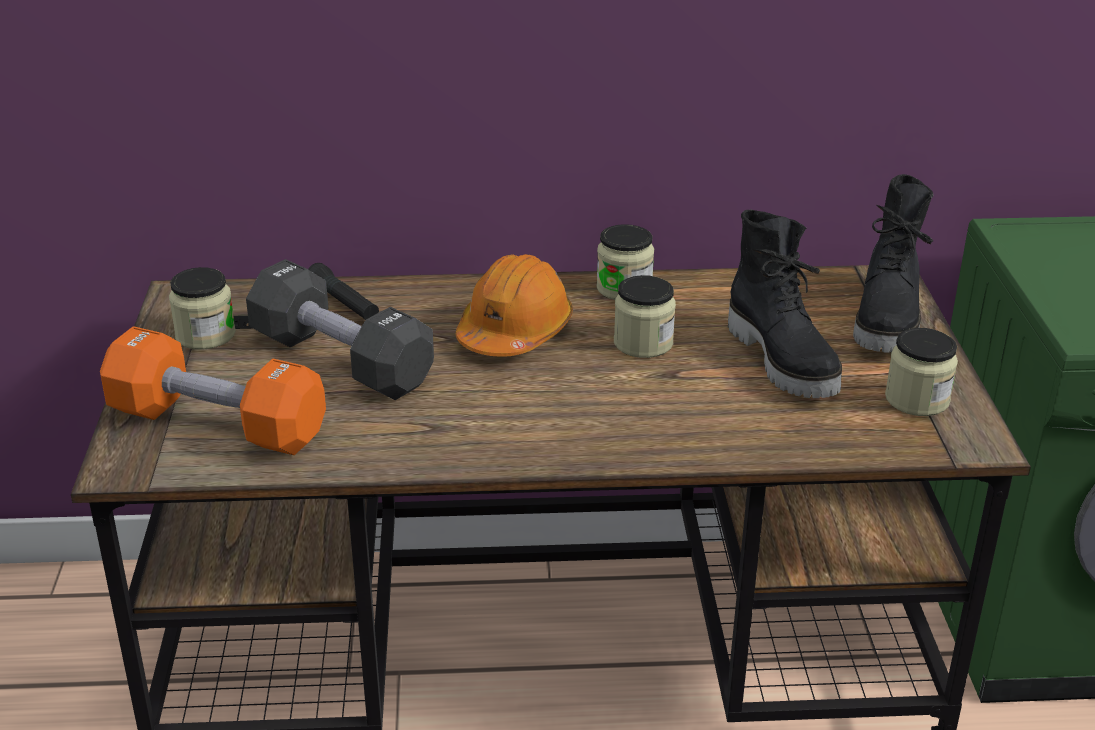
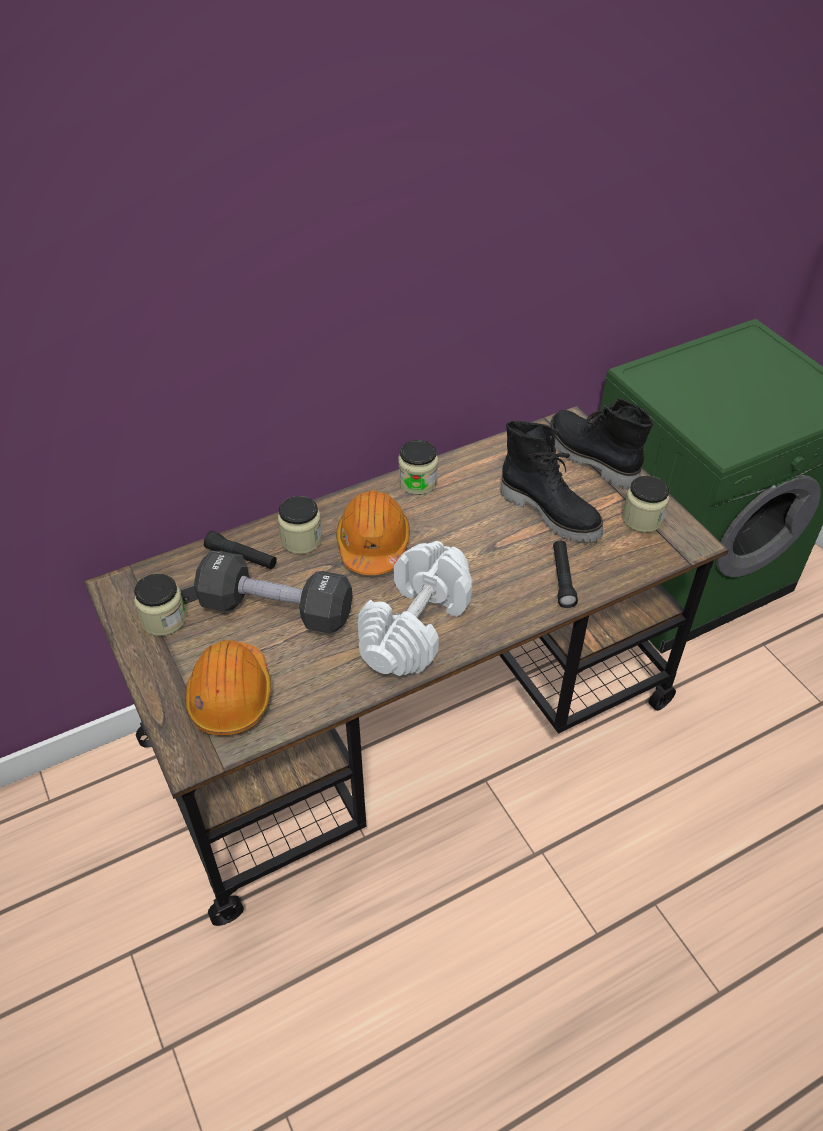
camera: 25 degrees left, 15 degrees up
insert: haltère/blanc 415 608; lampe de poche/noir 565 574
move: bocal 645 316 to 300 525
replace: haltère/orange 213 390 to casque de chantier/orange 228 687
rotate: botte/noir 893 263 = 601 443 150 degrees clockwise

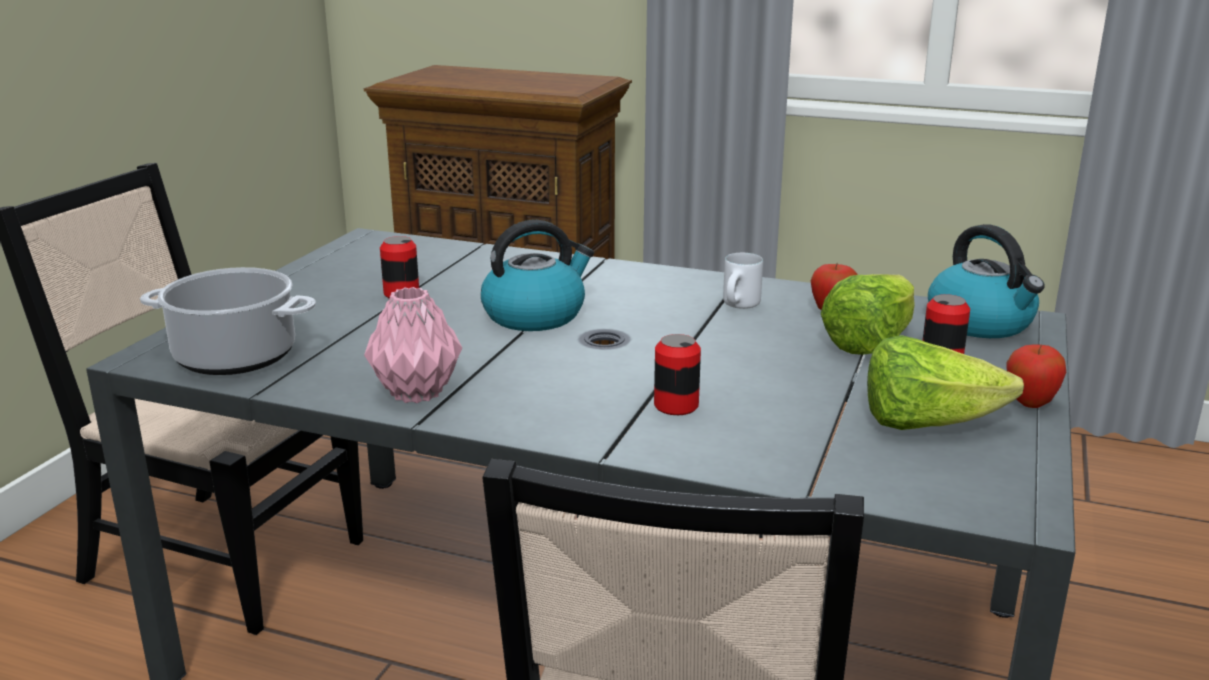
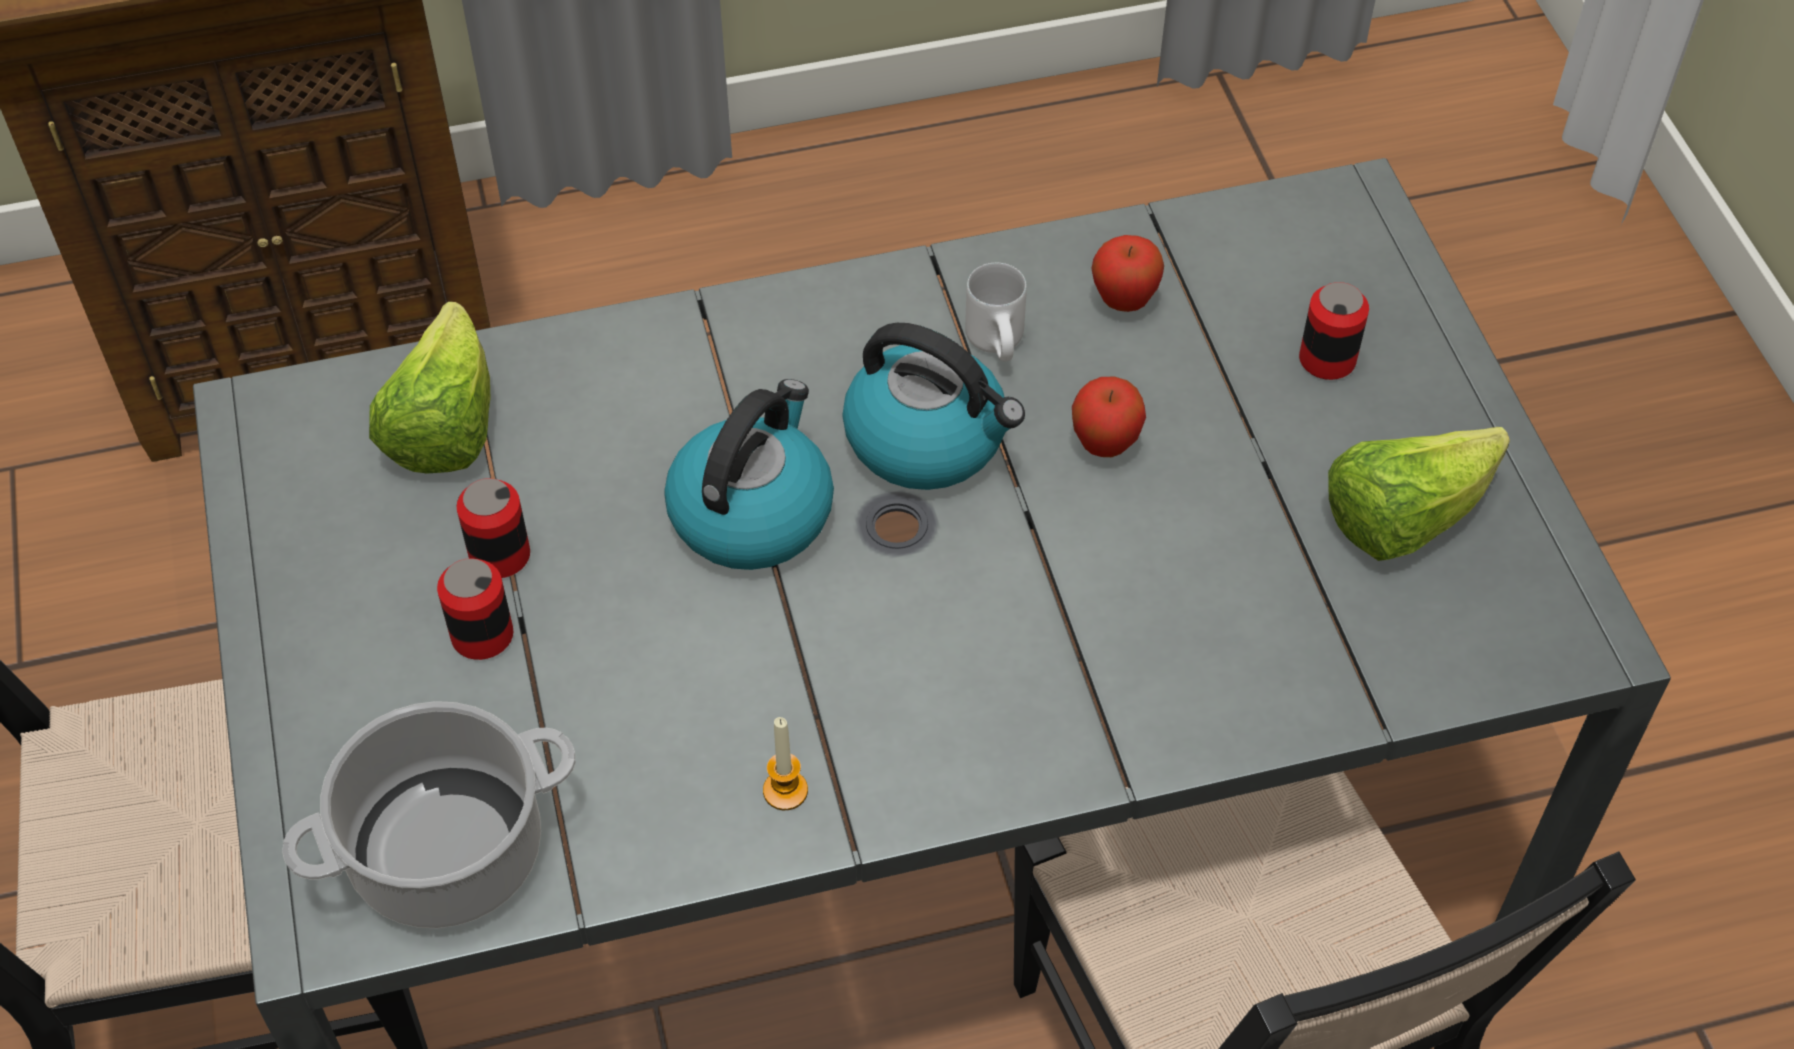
camera: 35 degrees left, 30 degrees up
move: boîte métallique 677 374 to 475 609; laitue 868 314 to 429 388; bouilloire 986 281 to 933 406; pomme 1036 376 to 1109 417
replace: vase/rose 413 345 to bougie 785 763

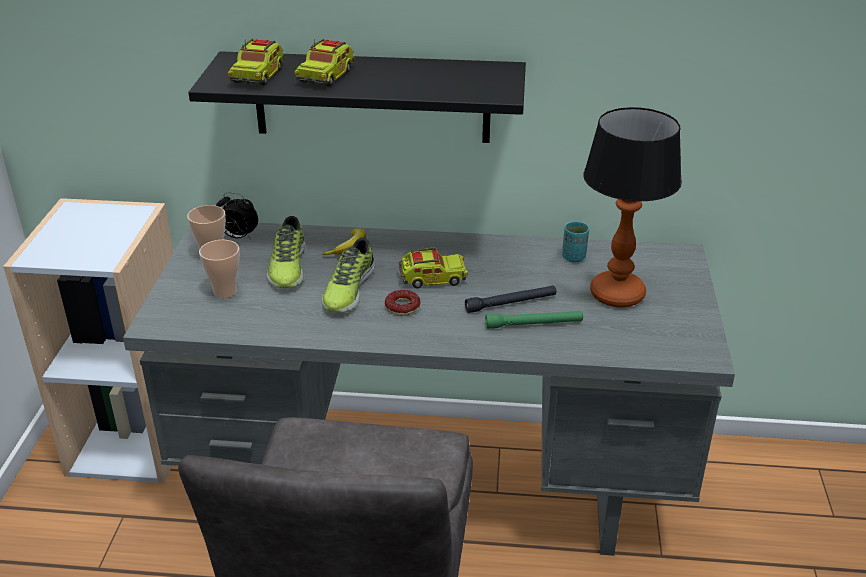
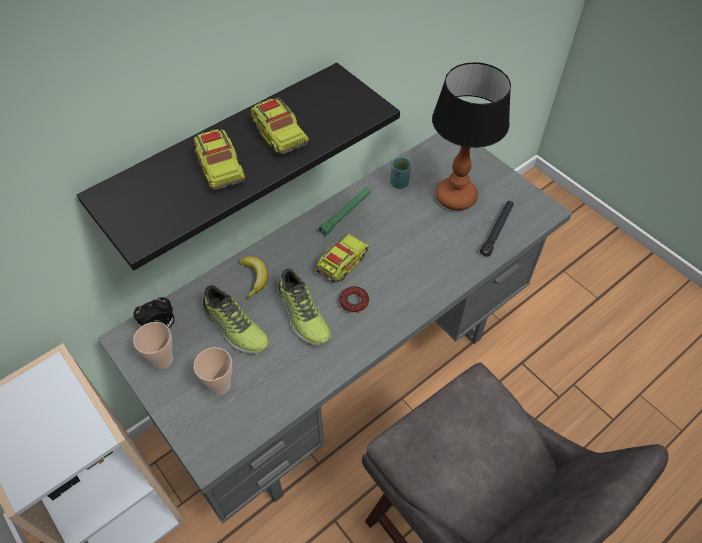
camera: 45 degrees left, 20 degrees up
move: camion jouet 256 62 to 279 126; lampe de poche/noir 510 299 to 497 229; lampe de poche/vert 534 320 to 345 211

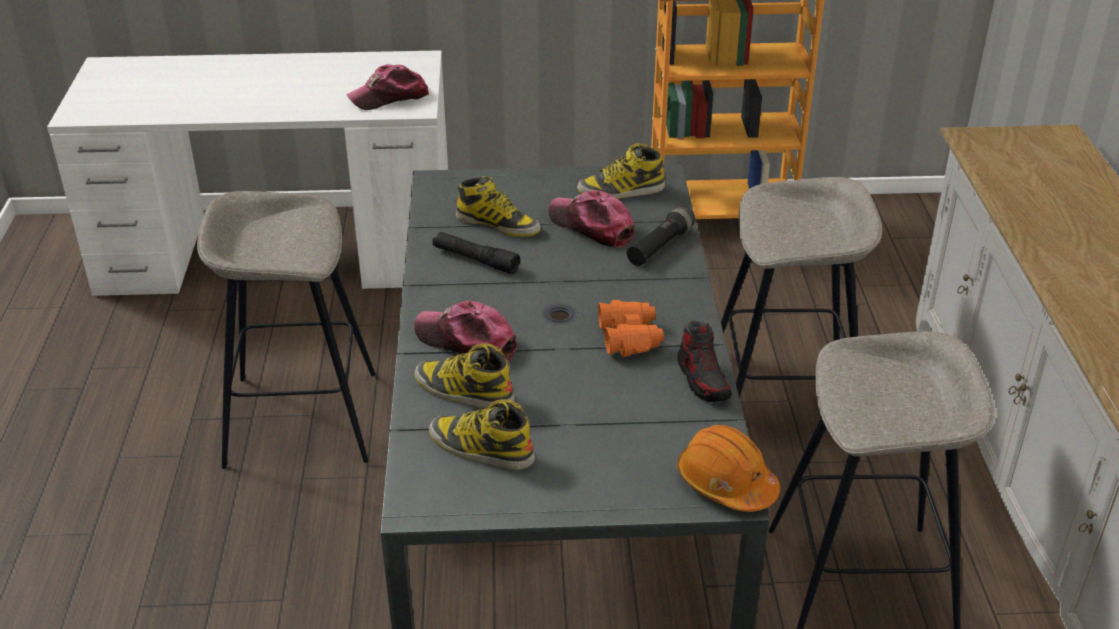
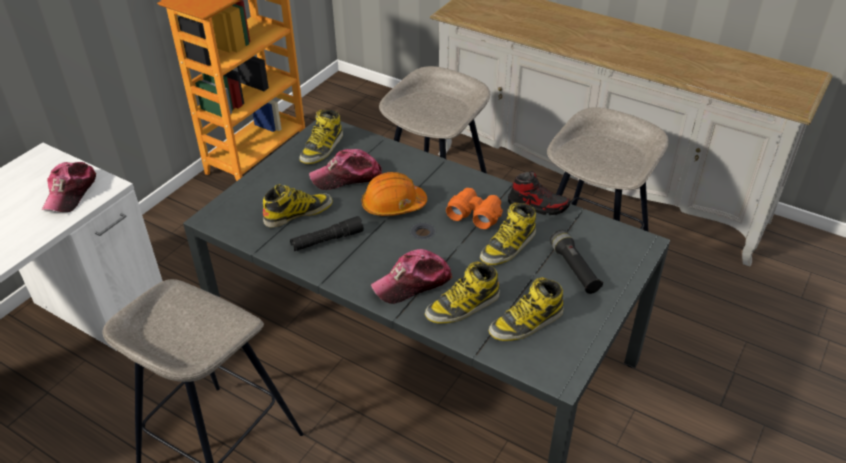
camera: 55 degrees left, 5 degrees up
insert: botte 508 233
move: lampe de poche/noir 661 236 to 576 262; casque de chantier/orange 728 468 to 394 194

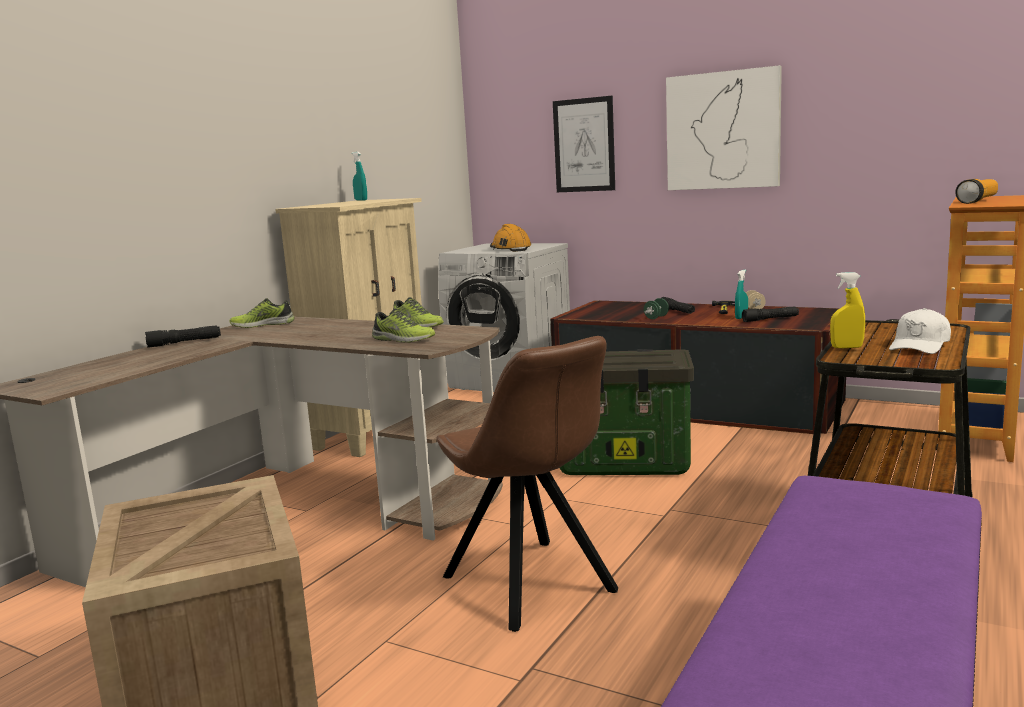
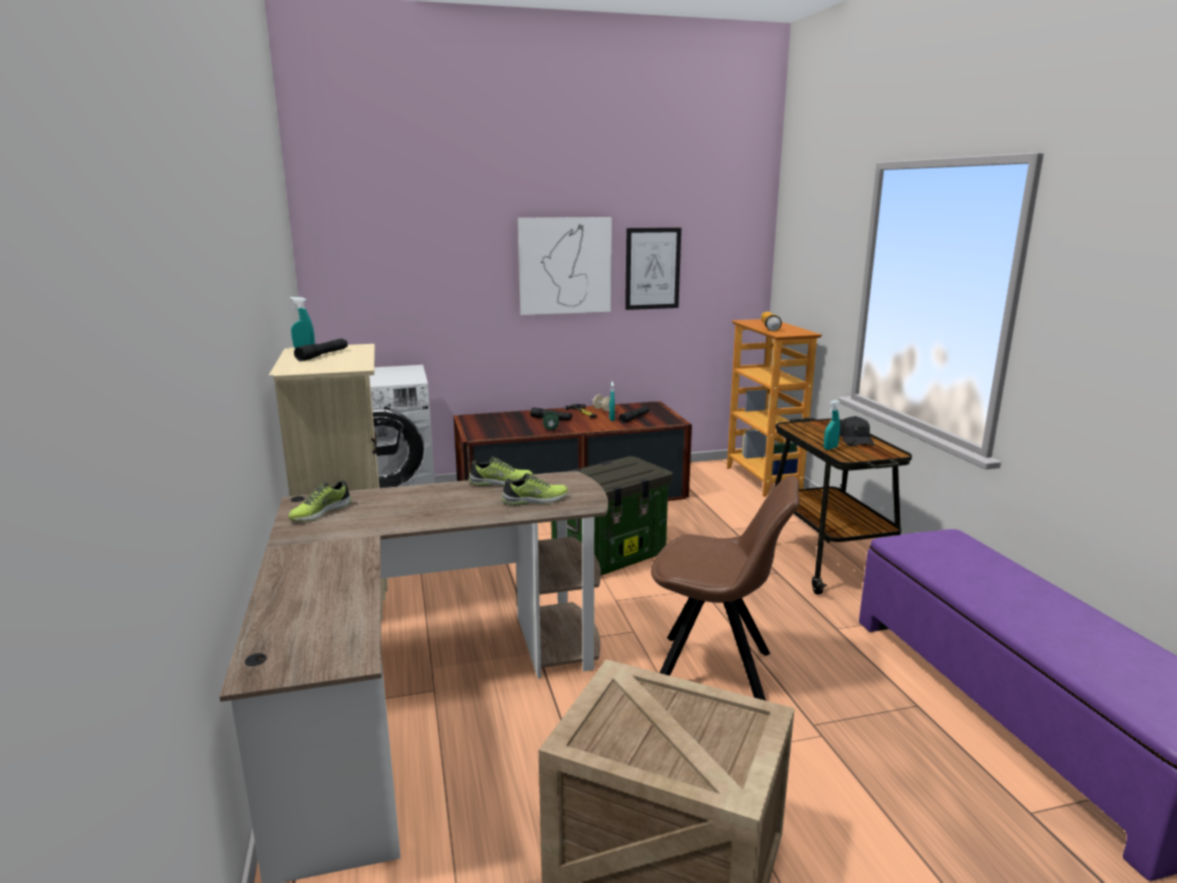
camera: 45 degrees left, 5 degrees up
delete: casque de chantier/orange 510 238
move: lampe de poche/noir 183 336 to 321 350; tableau 584 144 to 653 269
recolor: vaporisateur/jaune 847 310 to vaporisateur/turquoise 832 425; casquette/blanc 920 331 to casquette/noir 857 431

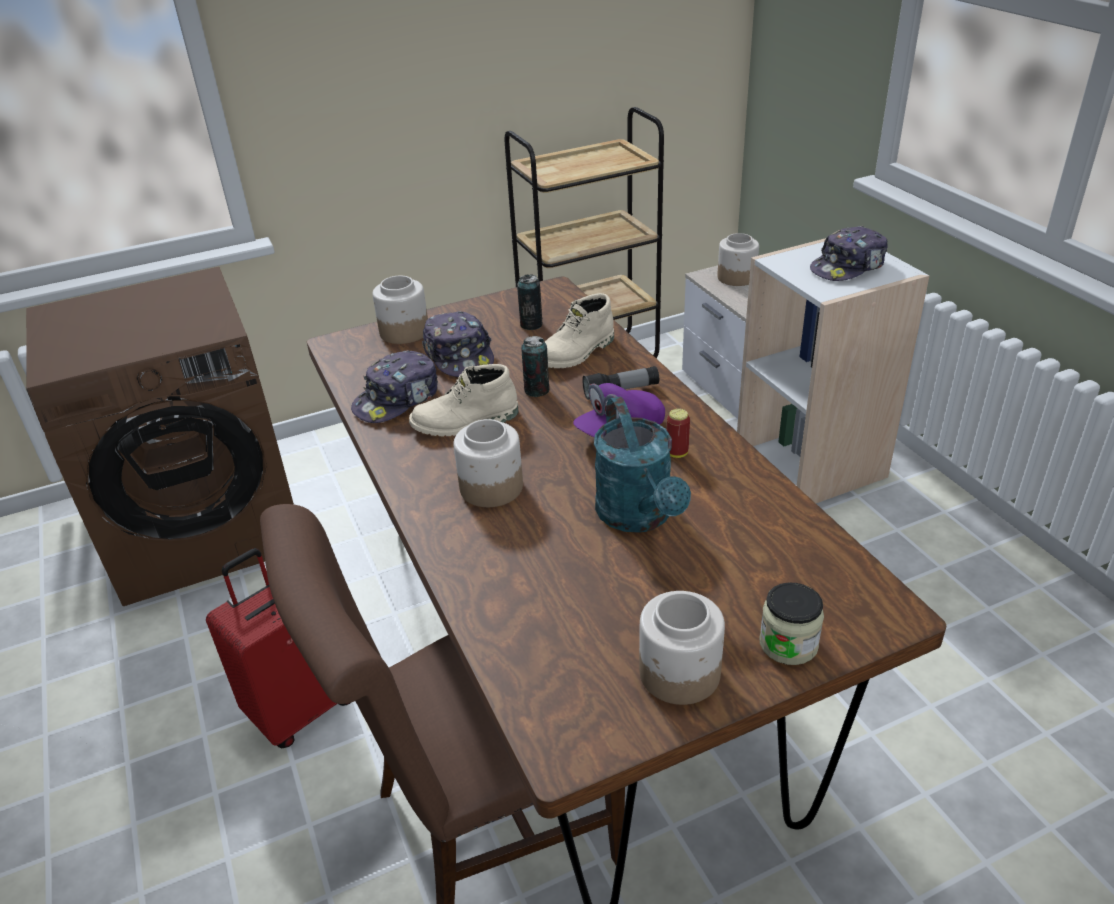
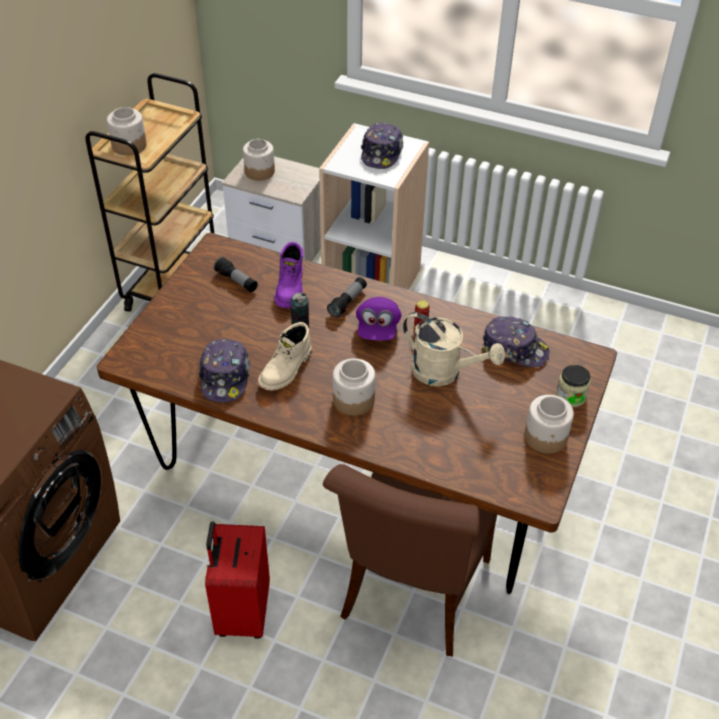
camera: 45 degrees left, 10 degrees up
move: bocal 400 310 to 127 131; casquette 458 344 to 515 341
replace: boîte métallique 530 302 to lampe de poche 236 274
recolor: botte/beige 579 330 to botte/violet 288 275; arrosoir/turquoise 642 465 to arrosoir/beige 454 349

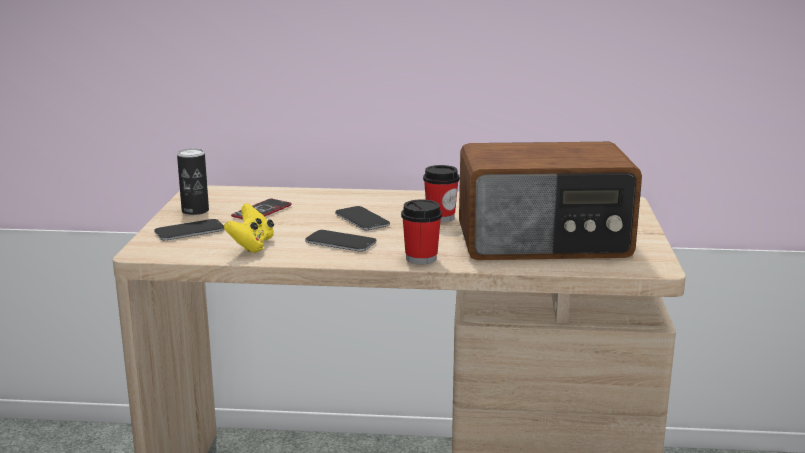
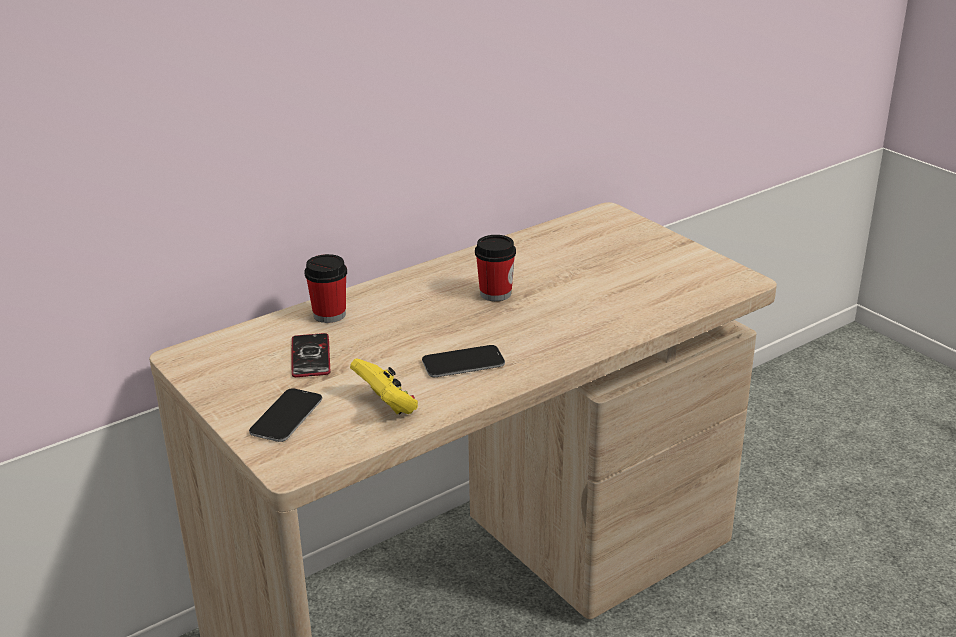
camera: 40 degrees left, 10 degrees up
delete: boîte métallique 193 181; téléphone 362 218; radio 550 201
move: tasse 421 232 to 325 288

